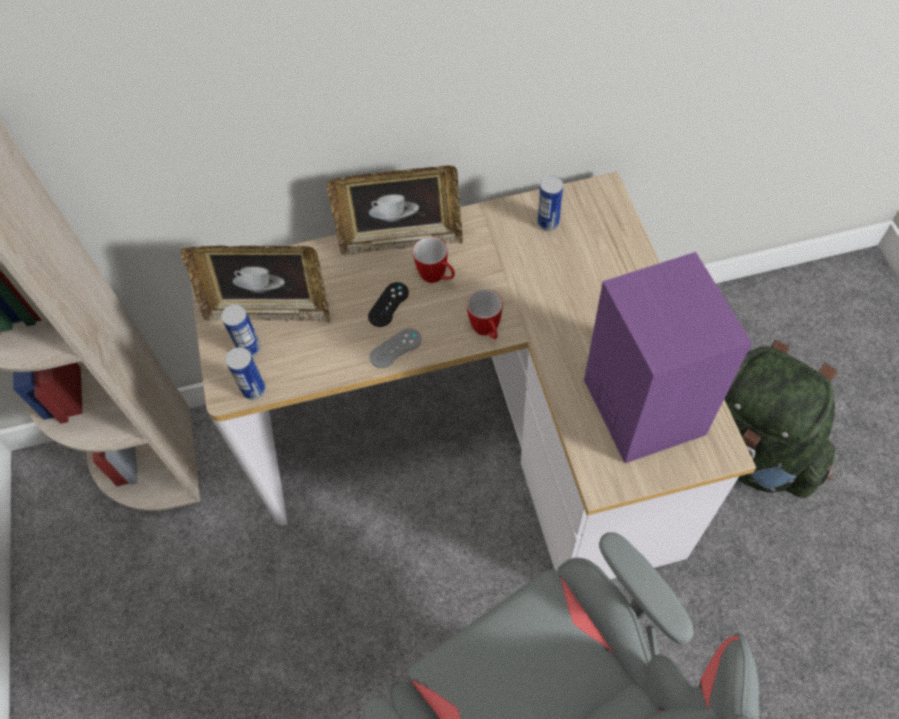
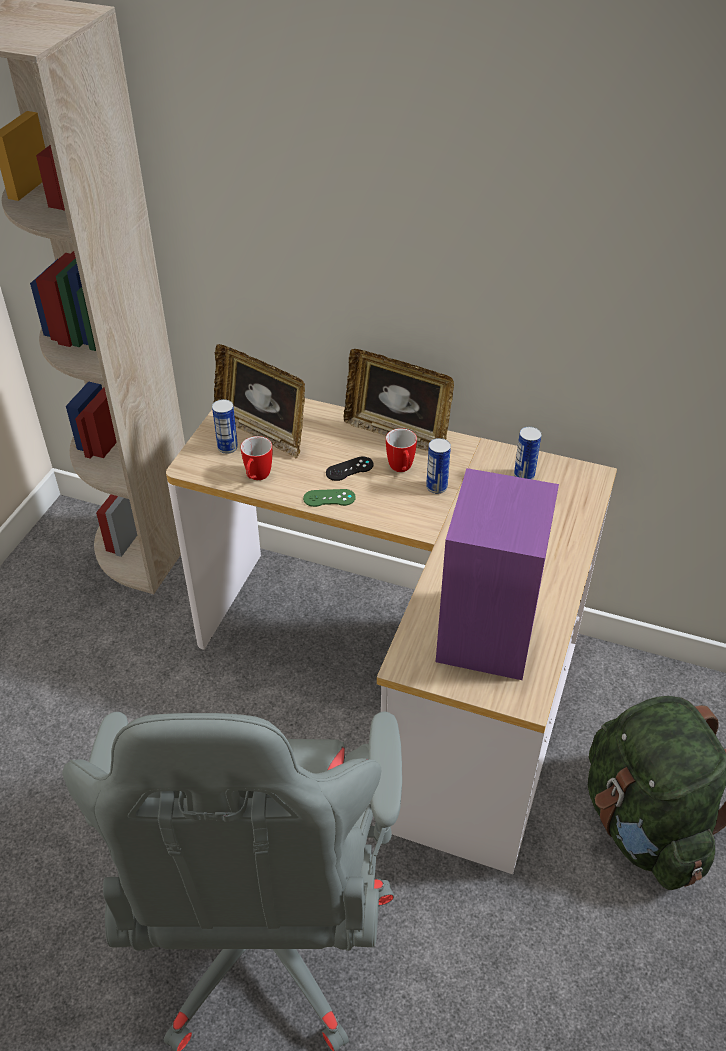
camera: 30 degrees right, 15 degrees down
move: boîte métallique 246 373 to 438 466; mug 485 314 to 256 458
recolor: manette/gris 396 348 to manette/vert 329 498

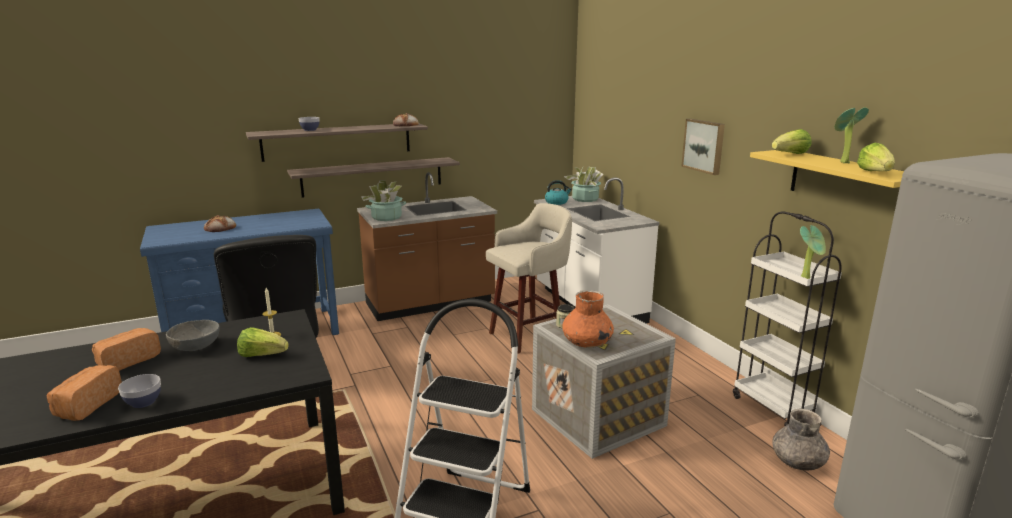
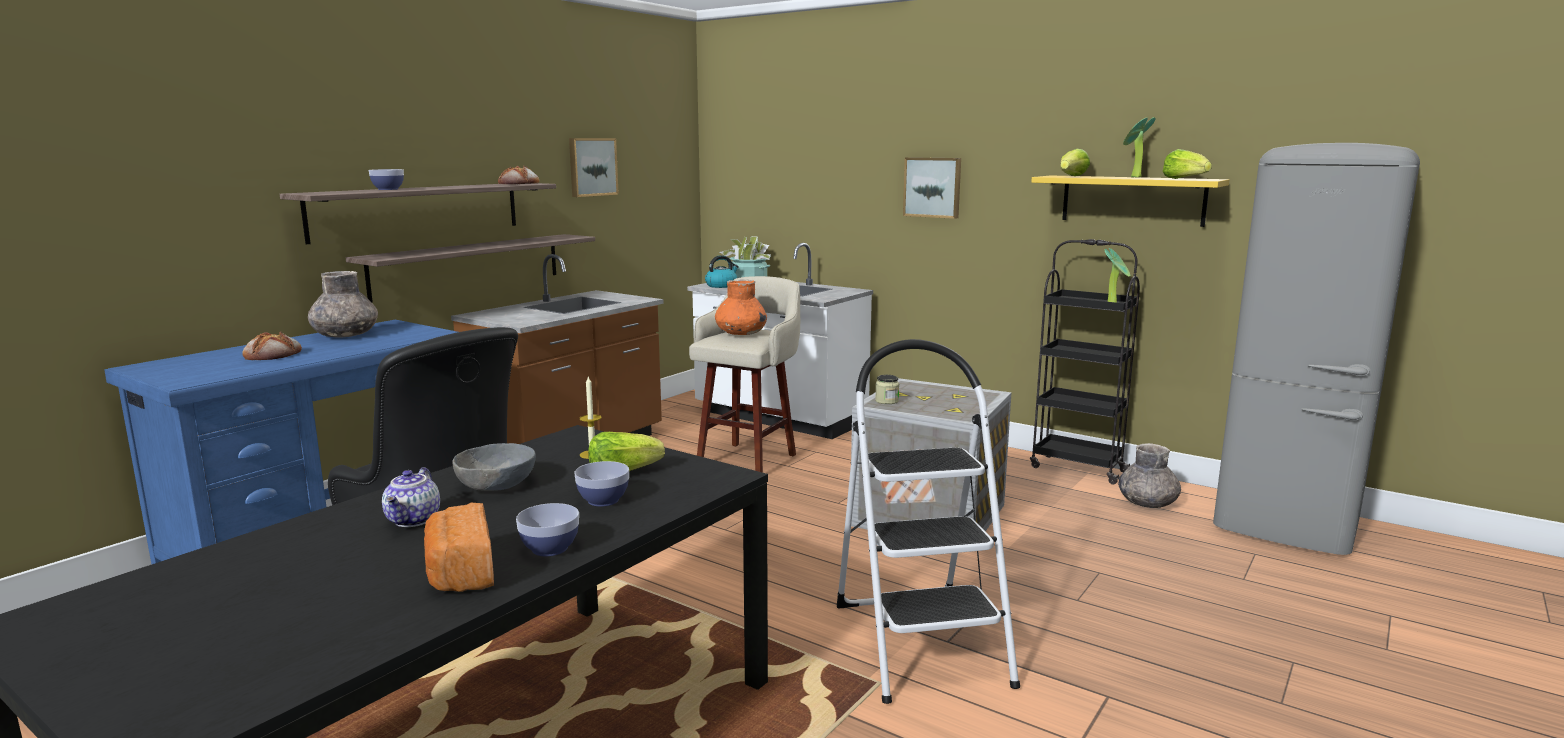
camera: 30 degrees left, 5 degrees down
delete: plante en pot 383 200
insert: vase/gris 343 304; tableau 594 167; bol 601 484
move: vase/orange 588 319 to 741 307
replace: pain 126 349 to théière 411 497
recolor: chariot/blanc 787 319 to chariot/noir 1085 361

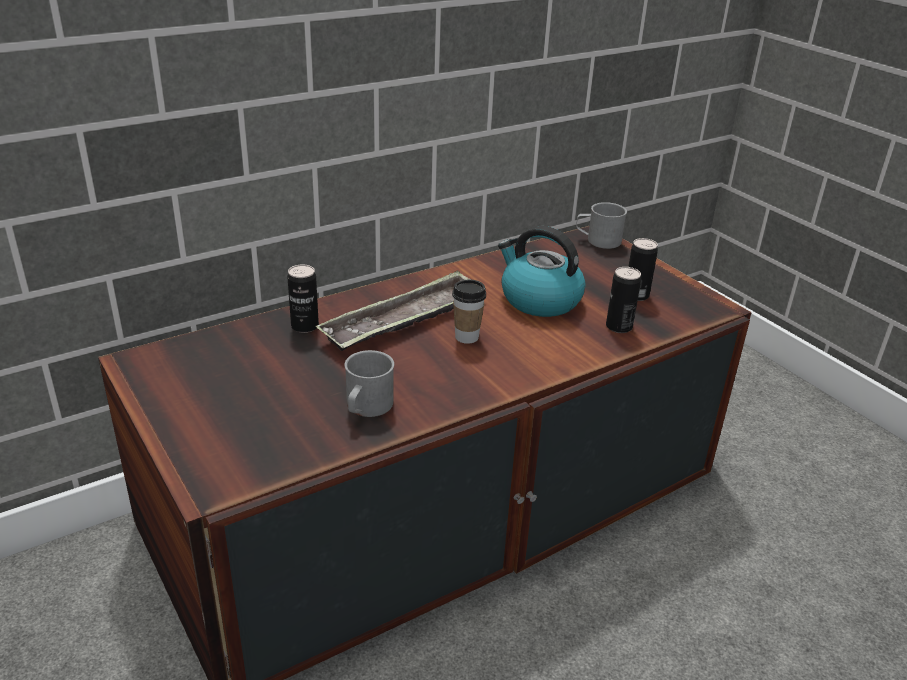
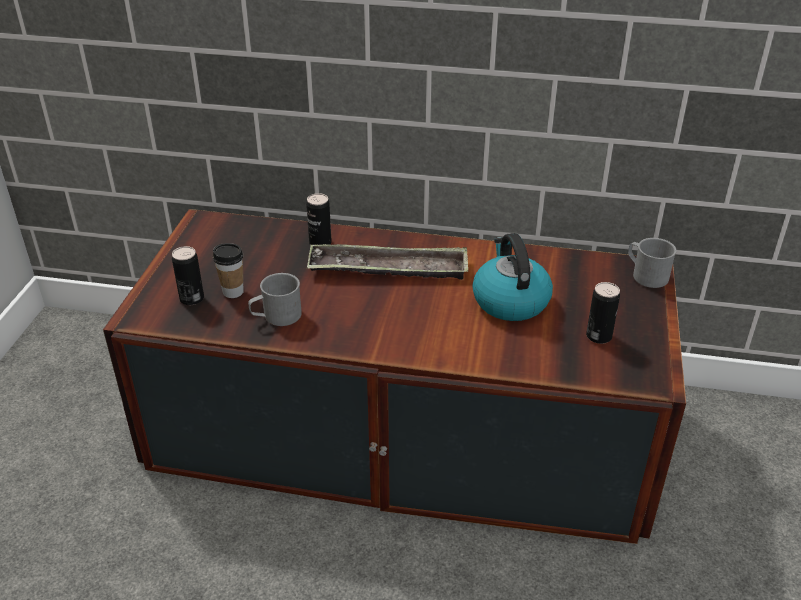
camera: 45 degrees right, 5 degrees up
move: tasse 469 312 to 228 270; boîte métallique 623 300 to 188 275

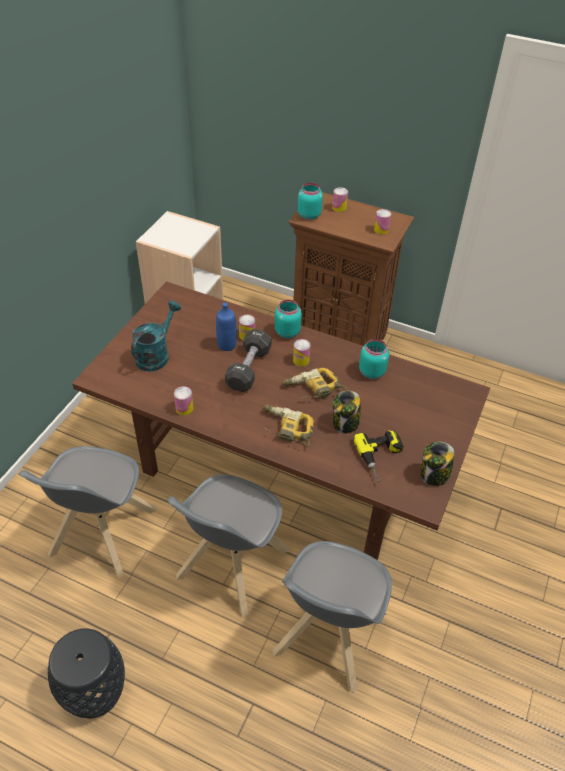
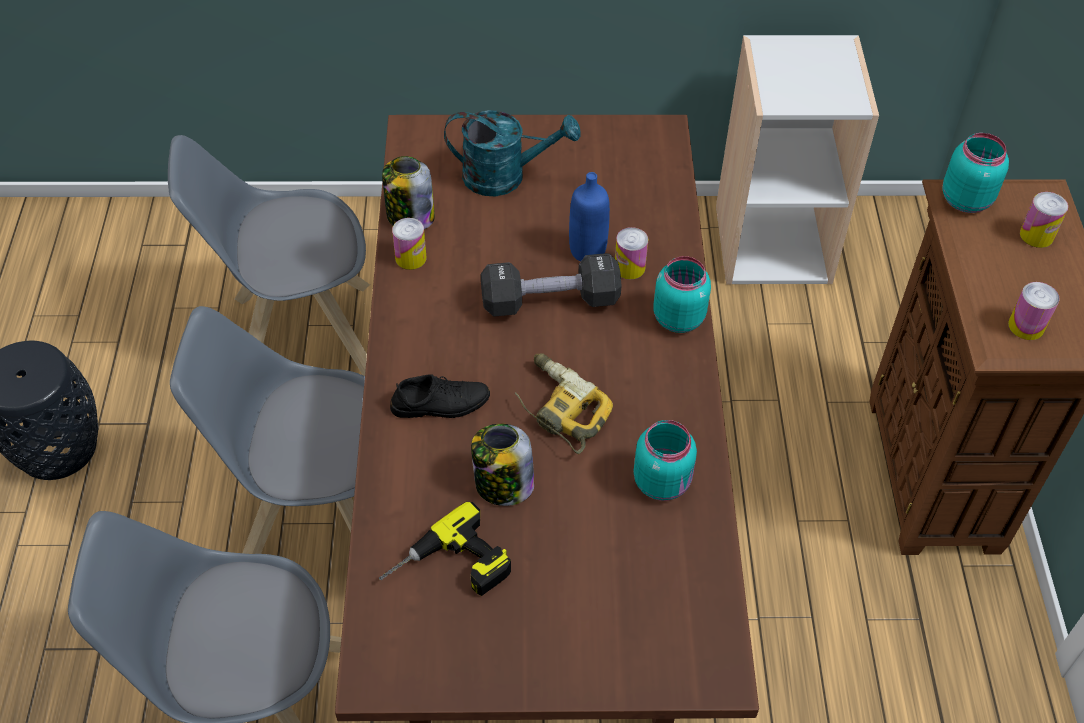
camera: 65 degrees right, 5 degrees up
delete: boîte métallique 302 353
move: bocal 437 464 to 408 192
replace: perceuse 288 426 to chaussure/noir 440 396

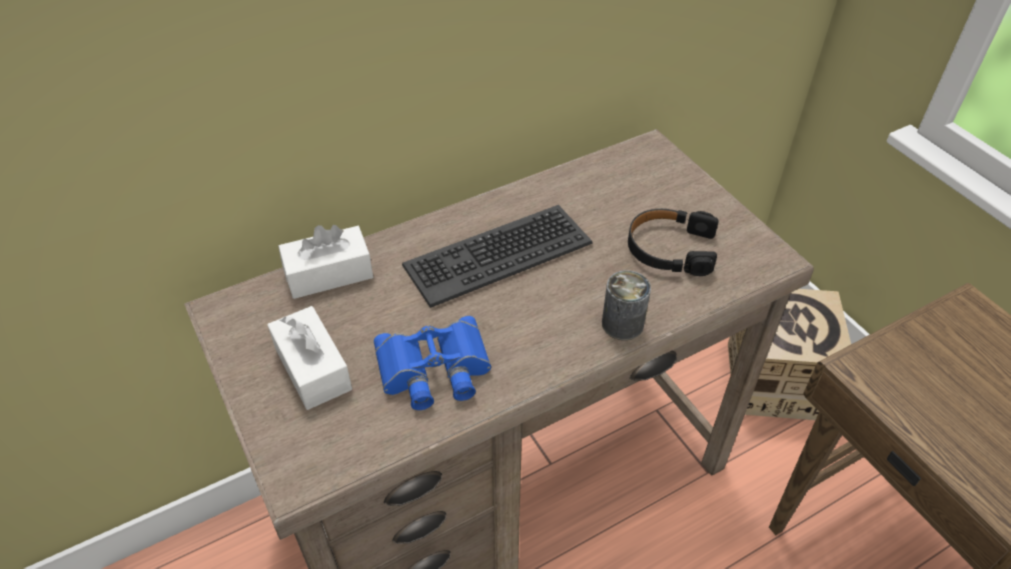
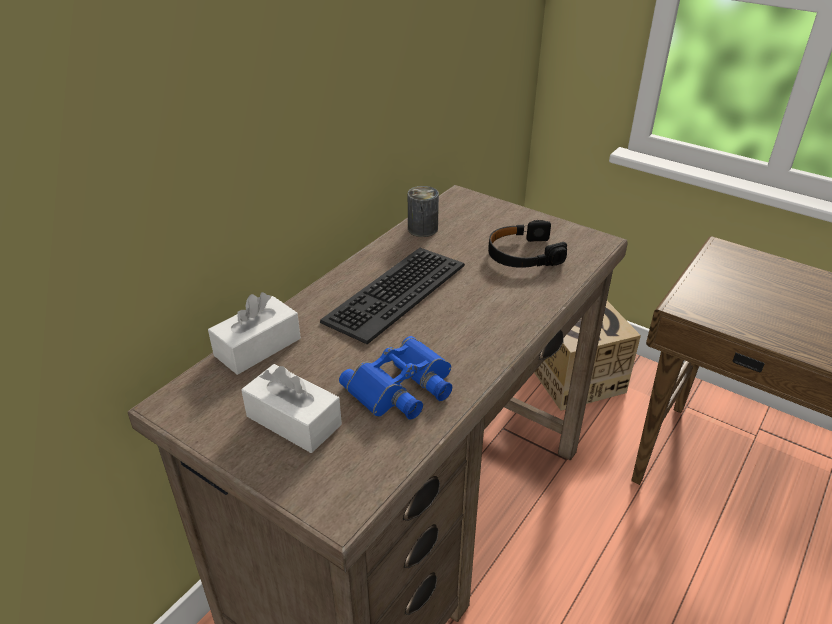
camera: 25 degrees left, 10 degrees down
move: boîte métallique 626 305 to 423 211

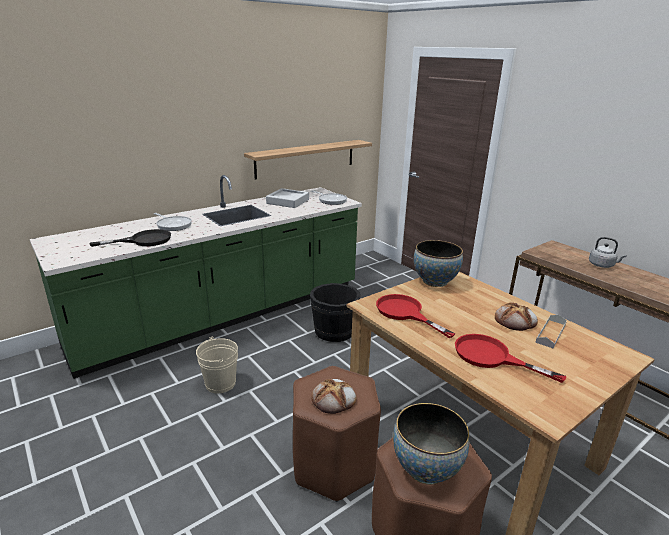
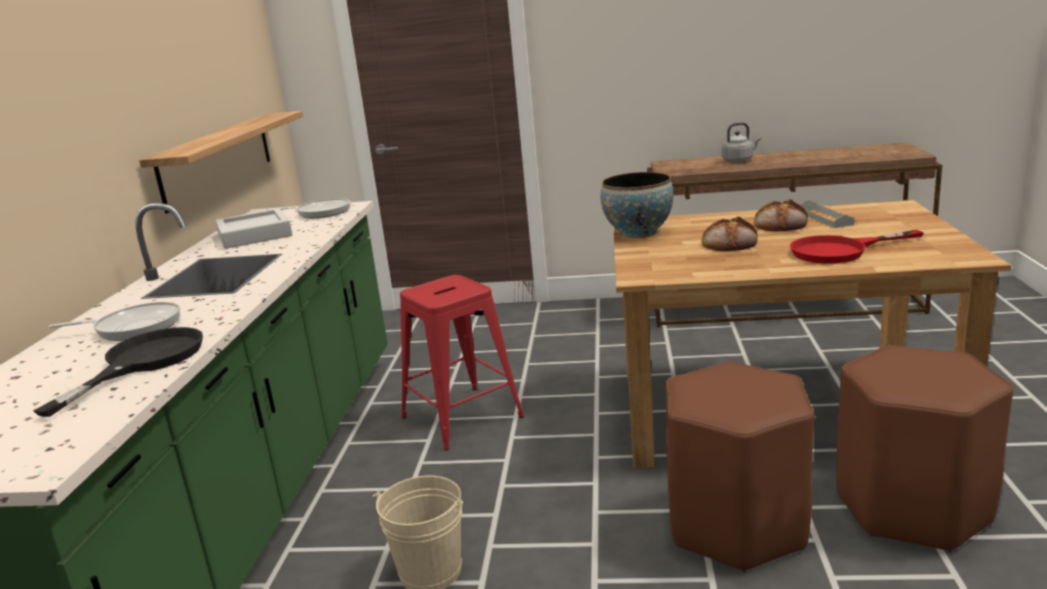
camera: 45 degrees left, 5 degrees down
delete: poêle/rouge 416 316; bol 431 444
move: pain 333 396 to 730 234
replace: seau/noir 335 312 to tabouret/rouge 462 363

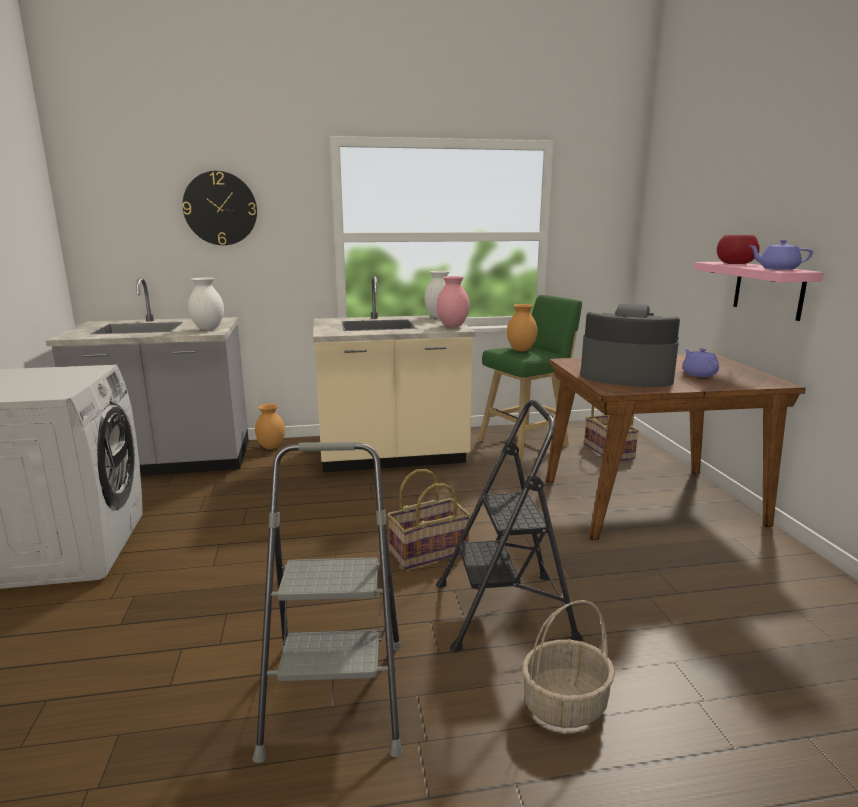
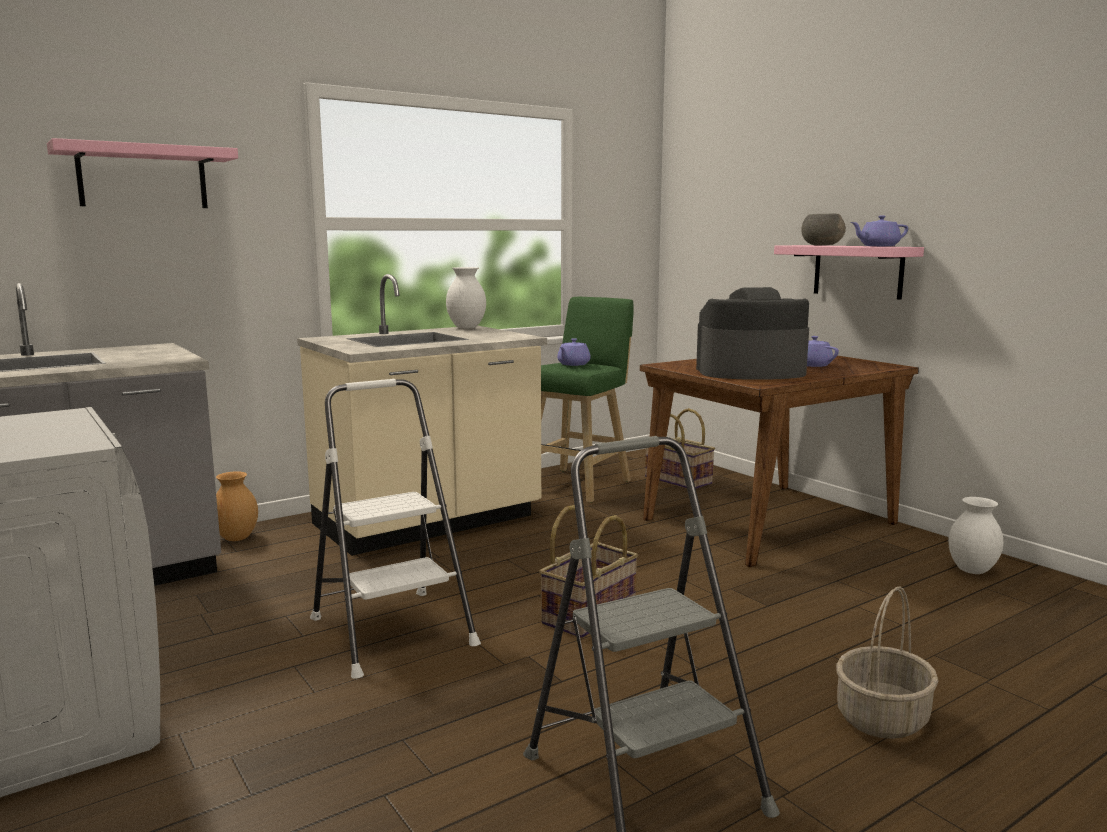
camera: 25 degrees left, 5 degrees down
delete: escabeau/noir 509 526; vase/rose 453 301
insert: escabeau/blanc 395 529
move: vase/blanc 206 304 to 975 535
replace: horloge murale 220 208 to étagère/rose 142 173; vase/marron 522 327 to théière/violet 574 352
recolor: bol/rouge 738 249 to bol/gris 823 229

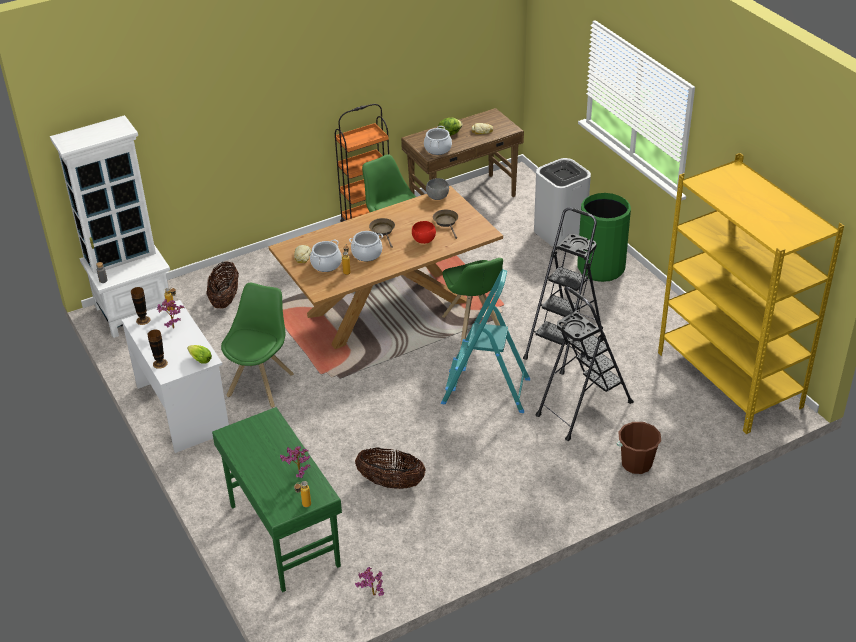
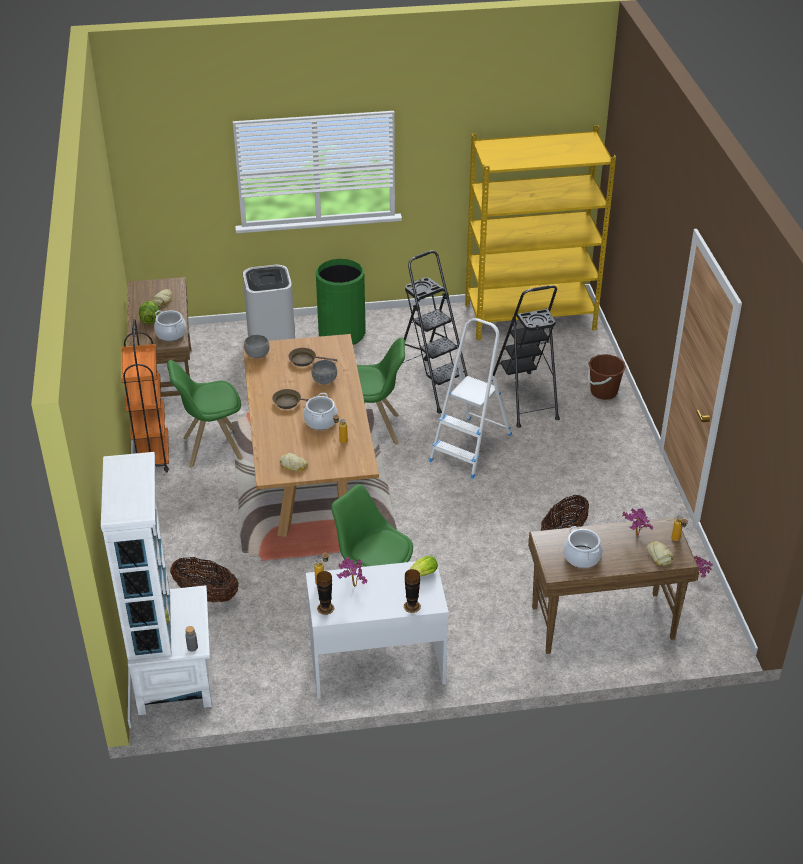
camera: 70 degrees left, 0 degrees up
insert: pain 660 553
move: marmite 326 255 to 583 547
recolor: table console/vert 277 499 to table console/marron 613 585; bol/rouge 424 232 to bol/gris 324 372; escabeau/turquoise 485 341 to escabeau/blanc 470 398

